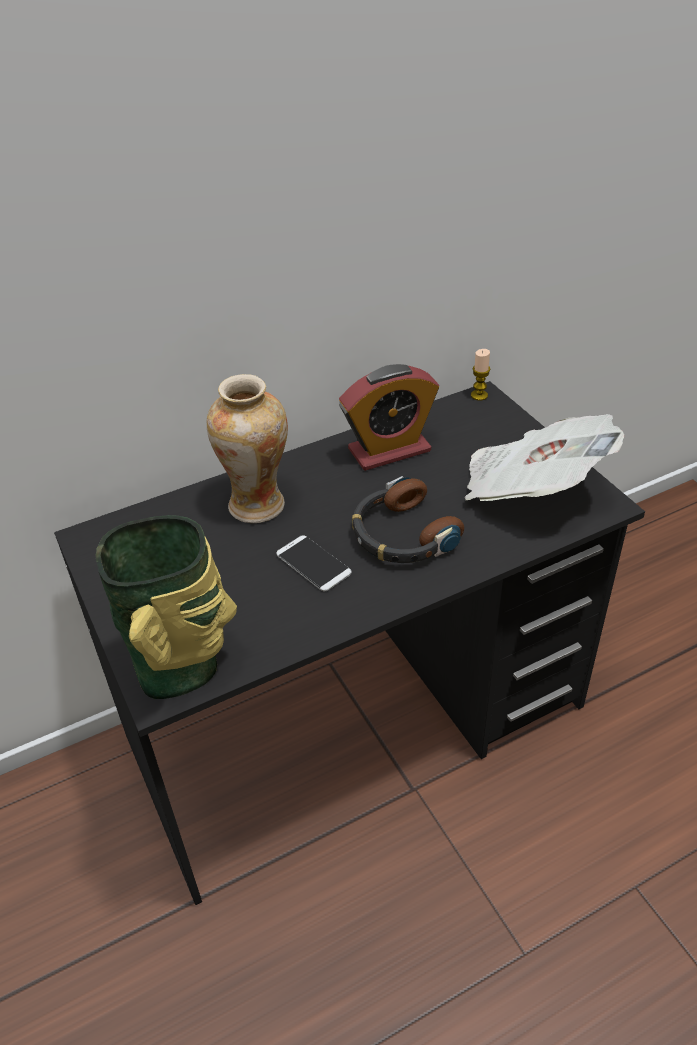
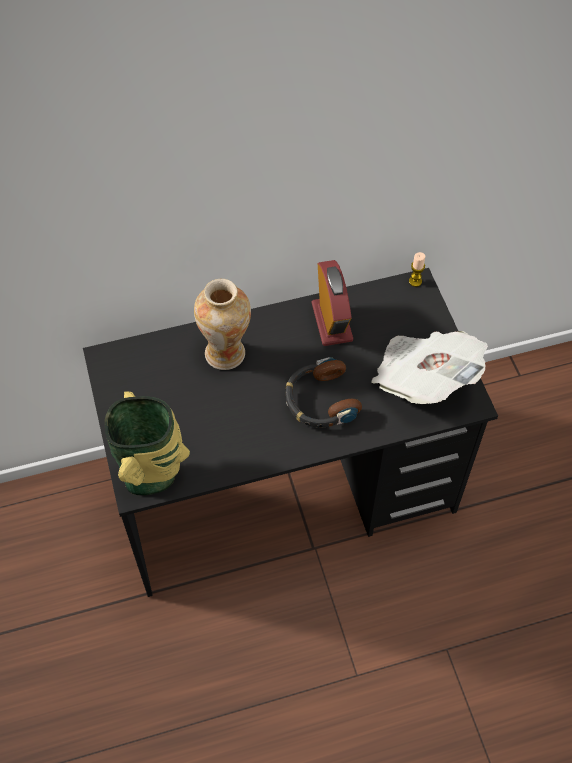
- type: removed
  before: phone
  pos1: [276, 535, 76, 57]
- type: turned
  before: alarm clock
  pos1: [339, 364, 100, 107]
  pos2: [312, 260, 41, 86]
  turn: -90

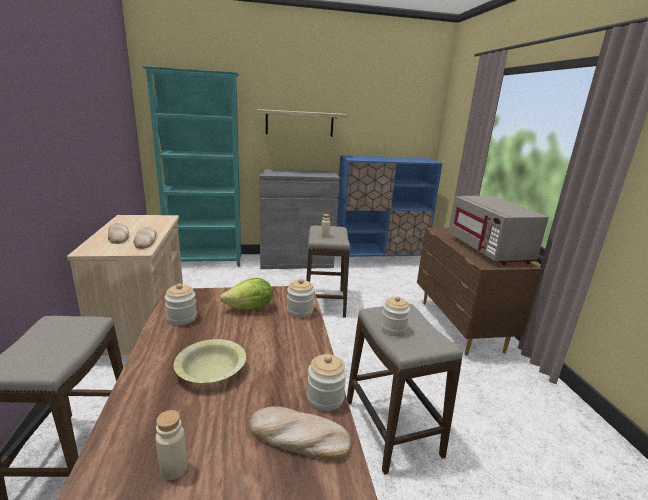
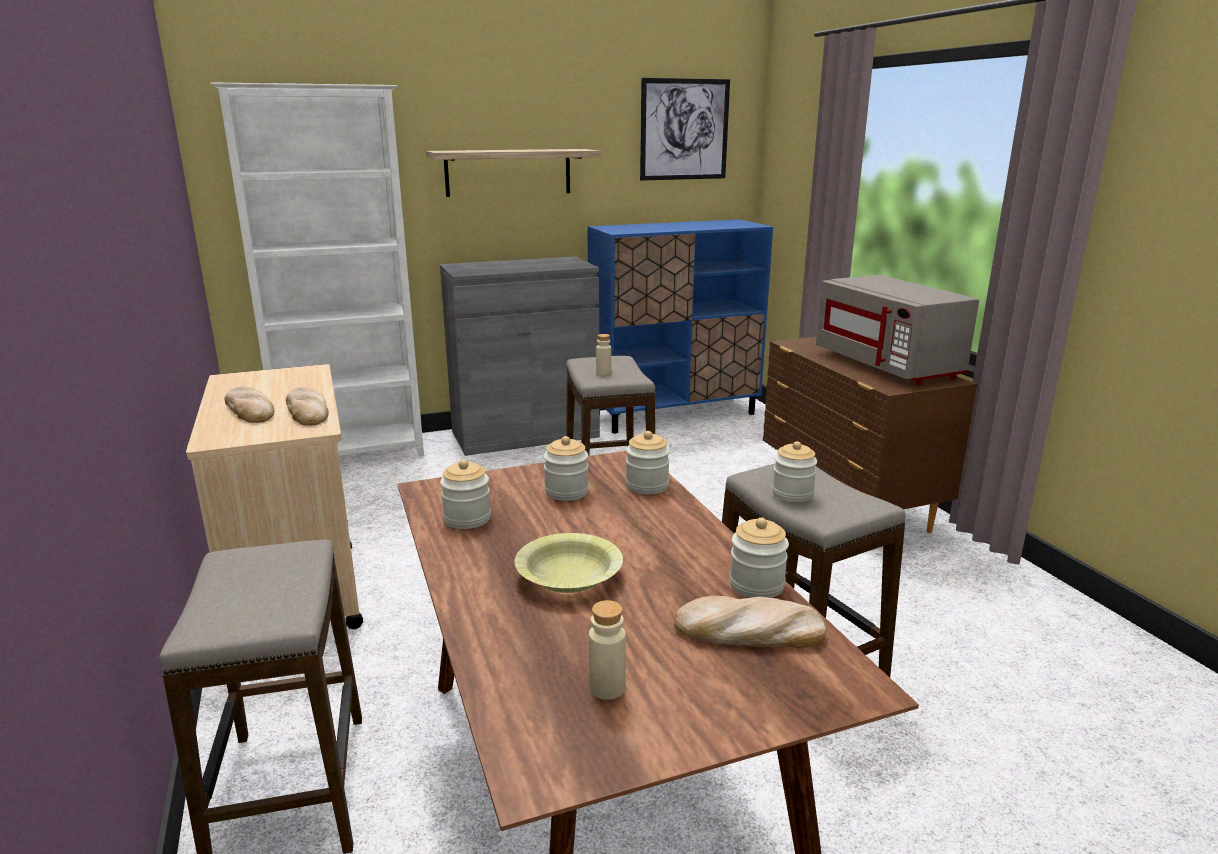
- type: recoloured
  before: bookcase in turquoise
  after: bookcase in white
  pos1: [142, 66, 99, 201]
  pos2: [210, 82, 214, 374]
- type: replaced
  before: lettuce
  after: jar
  pos1: [220, 278, 53, 32]
  pos2: [544, 436, 45, 65]
- type: added
  after: picture
  pos2: [640, 78, 90, 102]

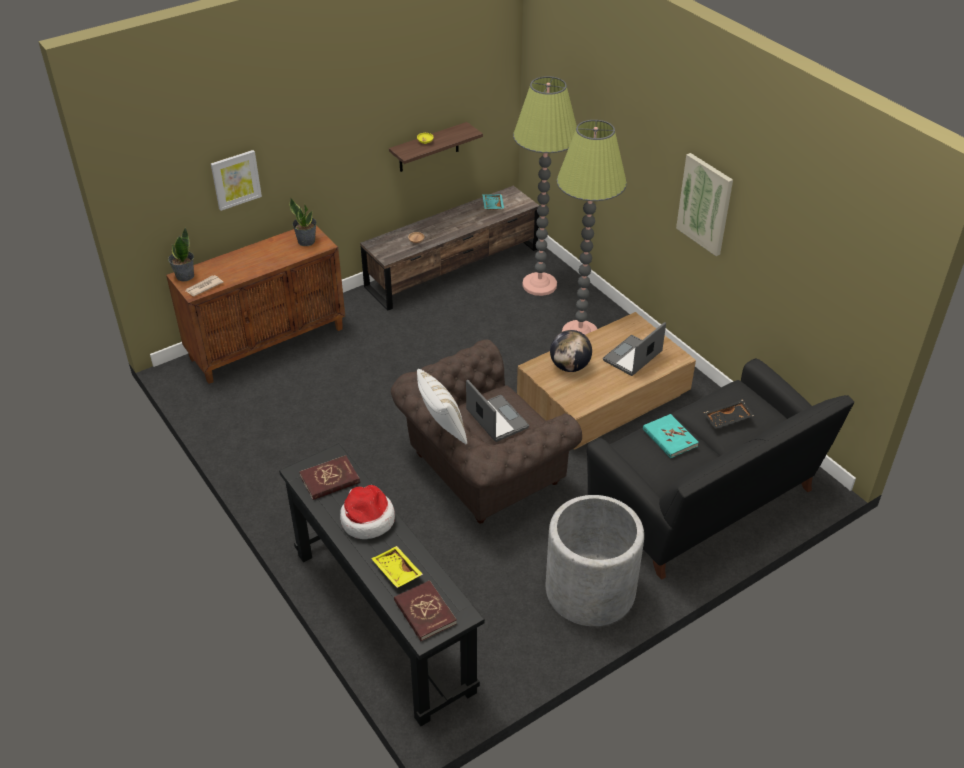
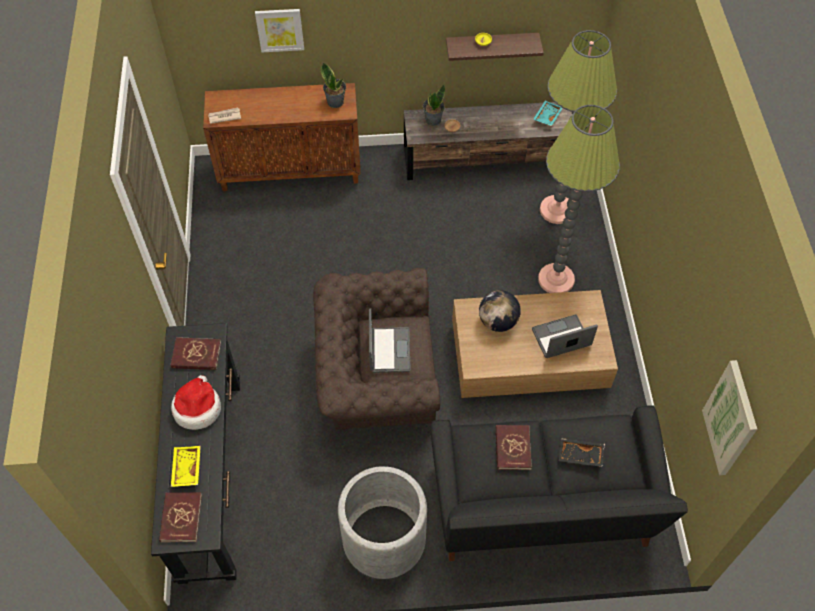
- type: moved
  before: potted plant
  pos1: [168, 227, 26, 54]
  pos2: [423, 84, 22, 42]
- type: removed
  before: pillow in white
  pos1: [417, 369, 50, 76]
- type: recoloured
  before: book in turquoise
  after: book in red
  pos1: [643, 414, 56, 44]
  pos2: [495, 425, 37, 45]
- type: moved
  before: picture
  pos1: [676, 153, 57, 103]
  pos2: [702, 360, 55, 115]

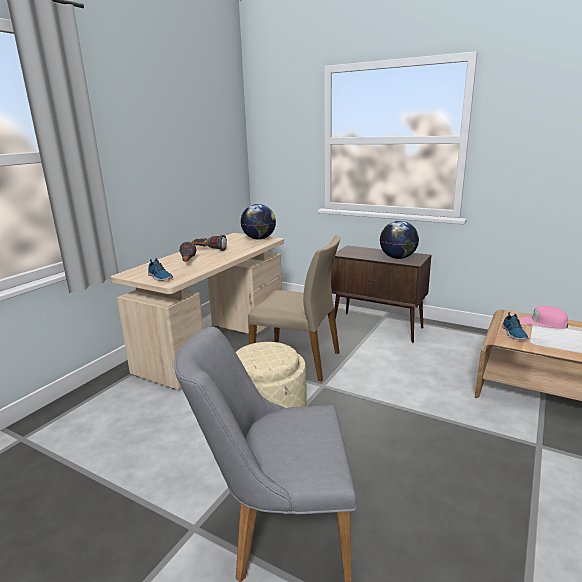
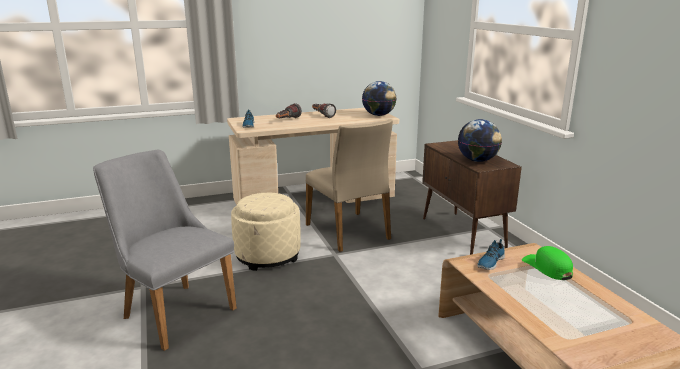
- type: recoloured
  before: cap in pink
  after: cap in green
  pos1: [520, 306, 48, 23]
  pos2: [522, 246, 51, 34]

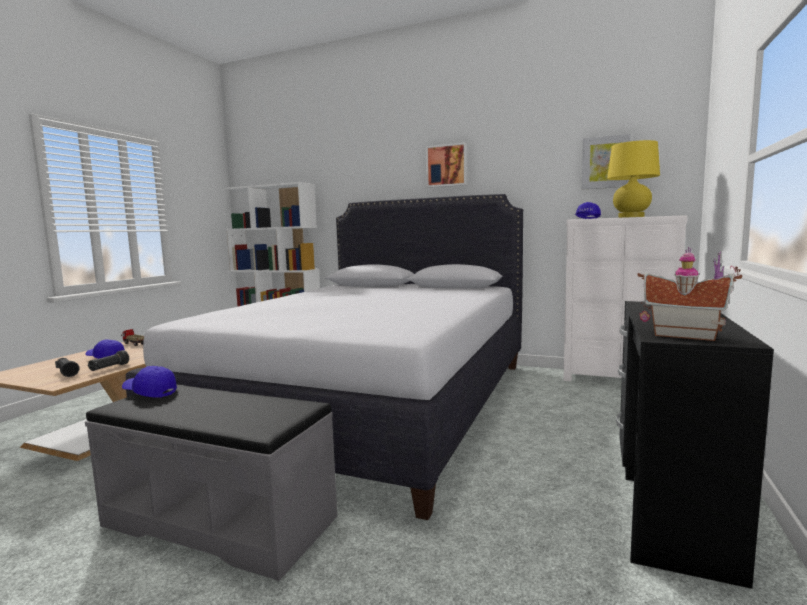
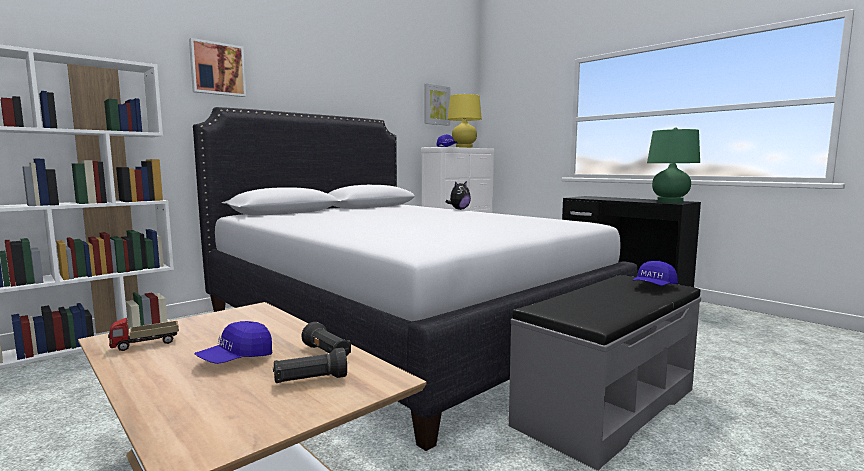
- type: moved
  before: cap in blue
  pos1: [122, 366, 55, 32]
  pos2: [632, 261, 46, 25]
- type: moved
  before: picture
  pos1: [426, 142, 41, 46]
  pos2: [189, 38, 57, 59]
- type: replaced
  before: toy house
  after: table lamp in green
  pos1: [637, 247, 105, 94]
  pos2: [647, 128, 53, 75]
- type: added
  after: plush toy
  pos2: [446, 181, 25, 29]

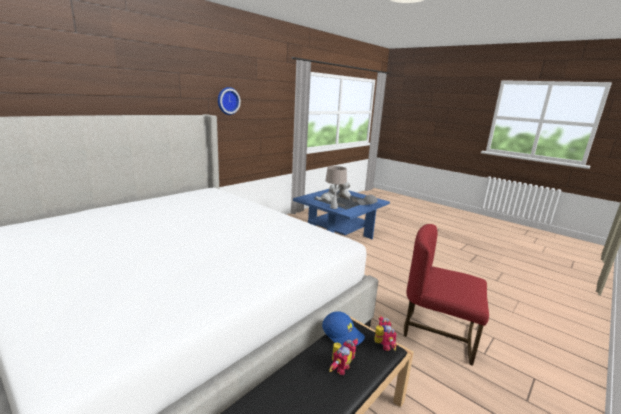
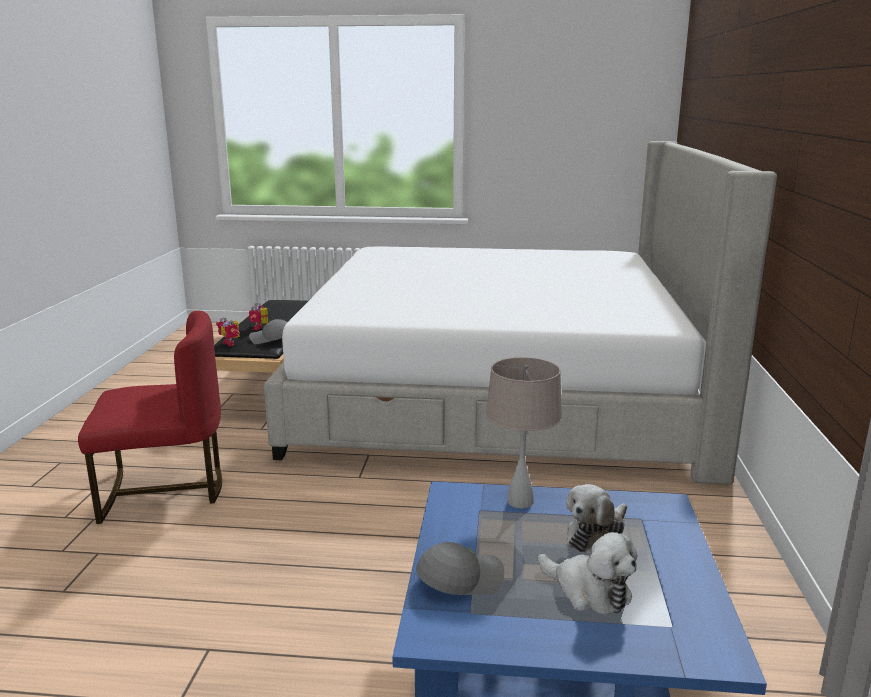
- type: removed
  before: wall clock
  pos1: [218, 87, 23, 28]
- type: recoloured
  before: cap in blue
  after: cap in grey
  pos1: [322, 311, 43, 35]
  pos2: [249, 319, 39, 25]

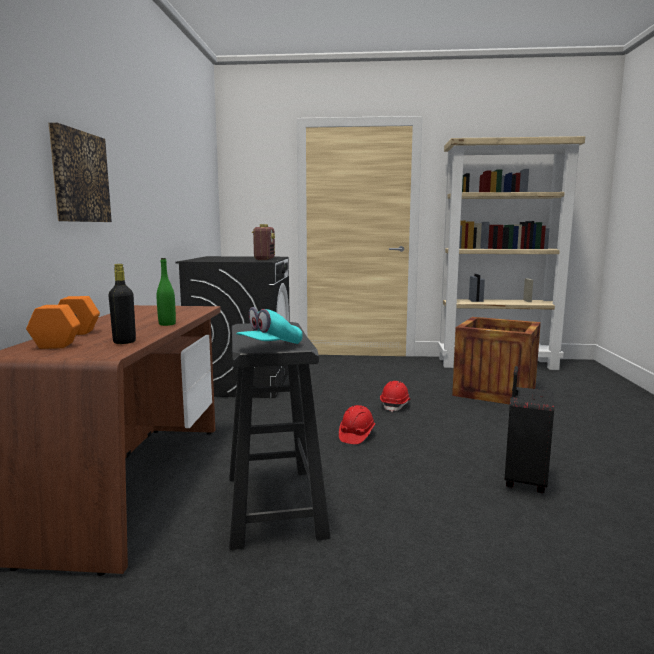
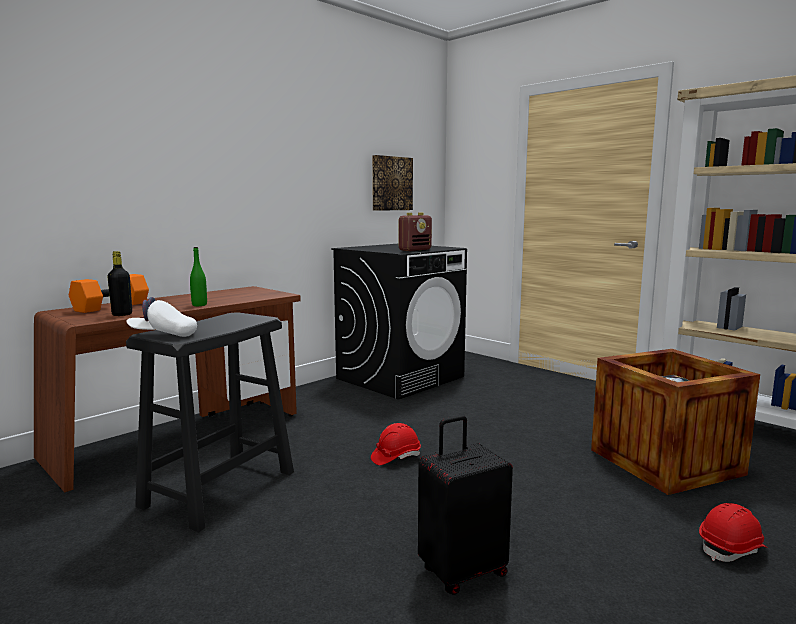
- type: moved
  before: picture
  pos1: [49, 122, 63, 100]
  pos2: [372, 155, 41, 56]
- type: recoloured
  before: cap in turquoise
  after: cap in white
  pos1: [236, 307, 67, 37]
  pos2: [127, 297, 70, 40]
- type: moved
  before: hard hat in red
  pos1: [380, 381, 30, 31]
  pos2: [699, 503, 69, 59]

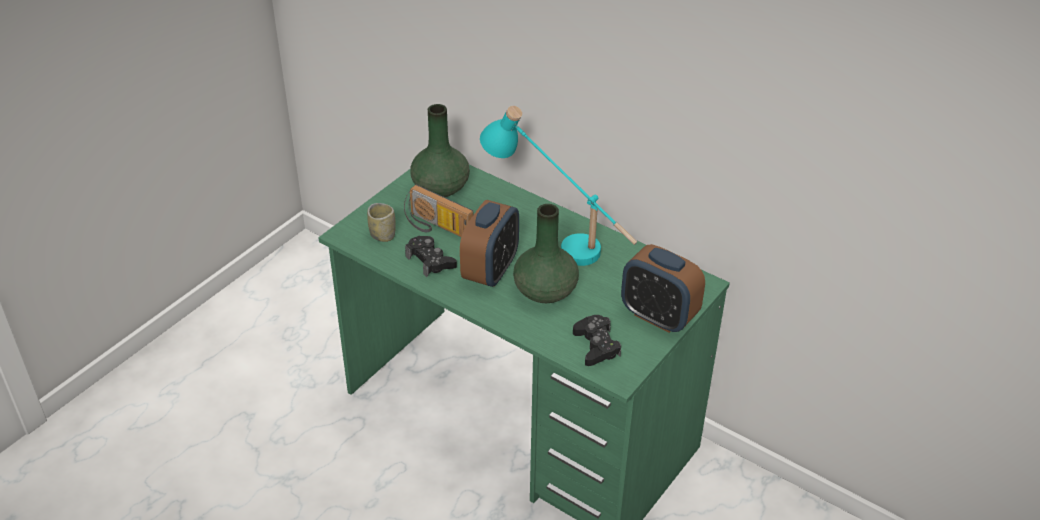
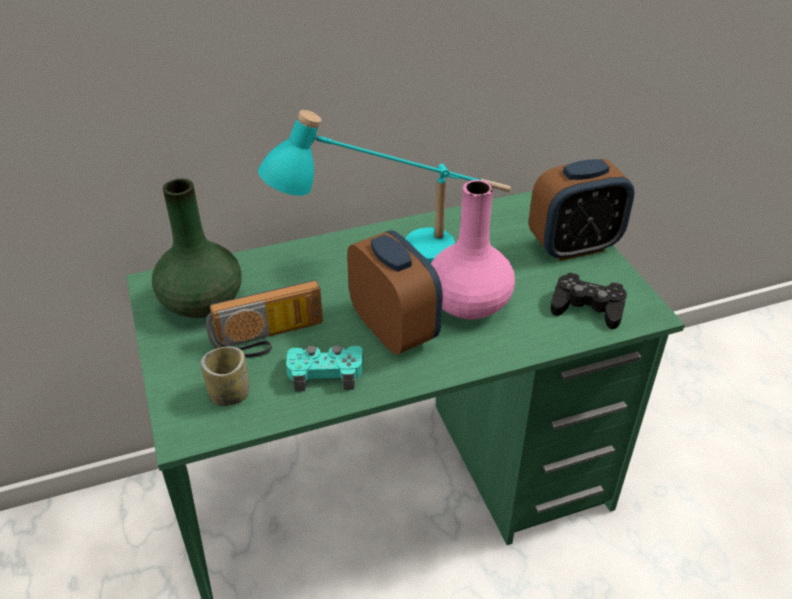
- type: recoloured
  before: game controller in black
  after: game controller in turquoise
  pos1: [405, 236, 52, 41]
  pos2: [286, 345, 77, 47]
- type: recoloured
  before: vase in green
  after: vase in pink
  pos1: [513, 204, 66, 99]
  pos2: [431, 180, 84, 139]

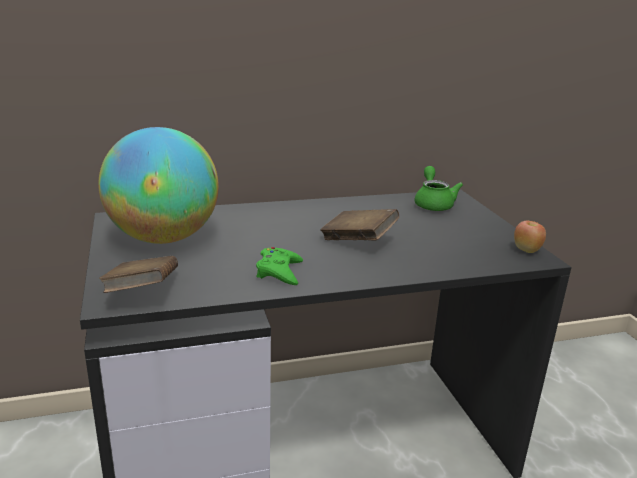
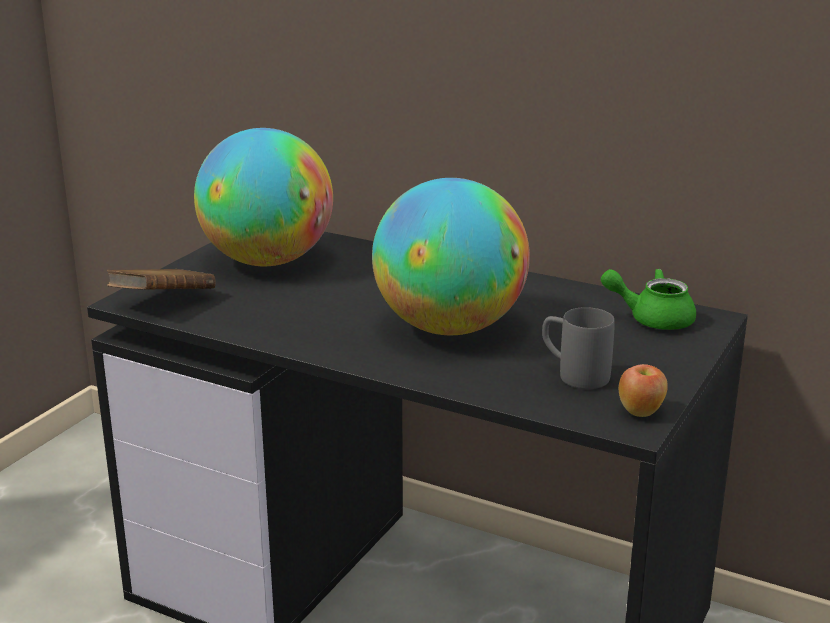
- type: removed
  before: game controller in green
  pos1: [256, 247, 47, 38]
- type: replaced
  before: book in brown
  after: globe
  pos1: [320, 209, 79, 32]
  pos2: [372, 178, 158, 157]
- type: turned
  before: teapot in green
  pos1: [415, 166, 48, 45]
  pos2: [601, 269, 95, 61]
  turn: -120
- type: added
  after: mug in grey
  pos2: [542, 307, 73, 82]

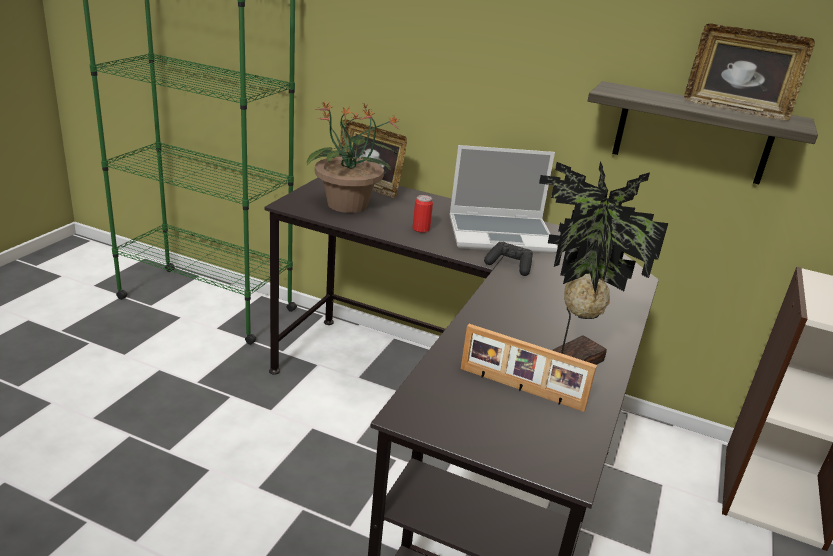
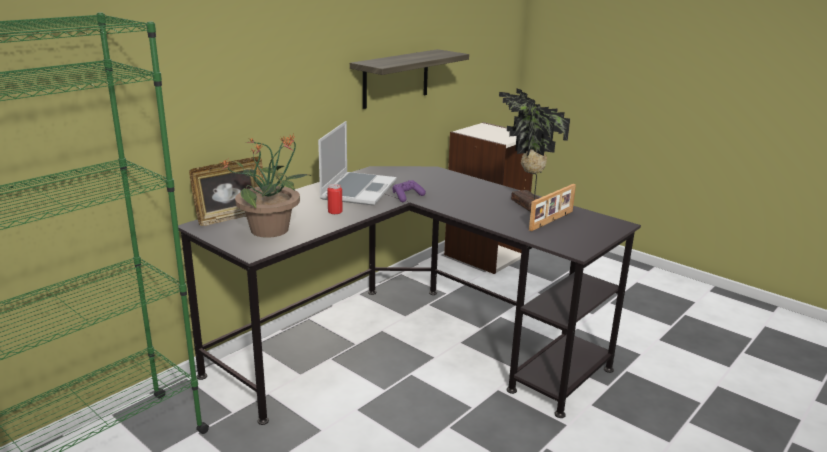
- type: recoloured
  before: game controller in black
  after: game controller in purple
  pos1: [484, 242, 49, 34]
  pos2: [393, 180, 33, 22]
- type: removed
  before: picture frame
  pos1: [684, 24, 131, 97]

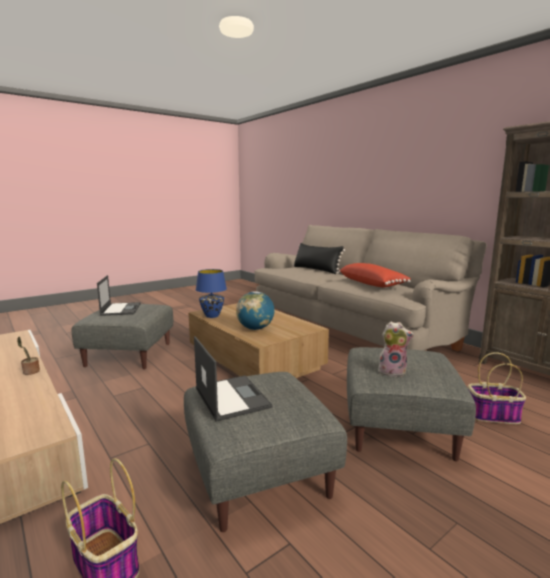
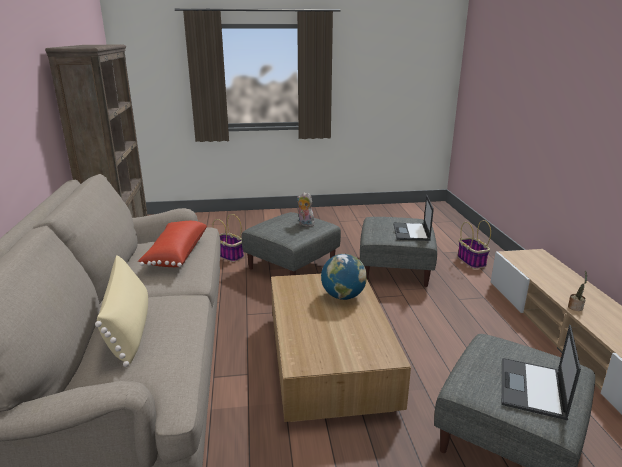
- type: removed
  before: table lamp in blue
  pos1: [196, 269, 31, 49]
- type: recoloured
  before: pillow in black
  after: pillow in beige
  pos1: [293, 243, 52, 31]
  pos2: [95, 255, 53, 112]

